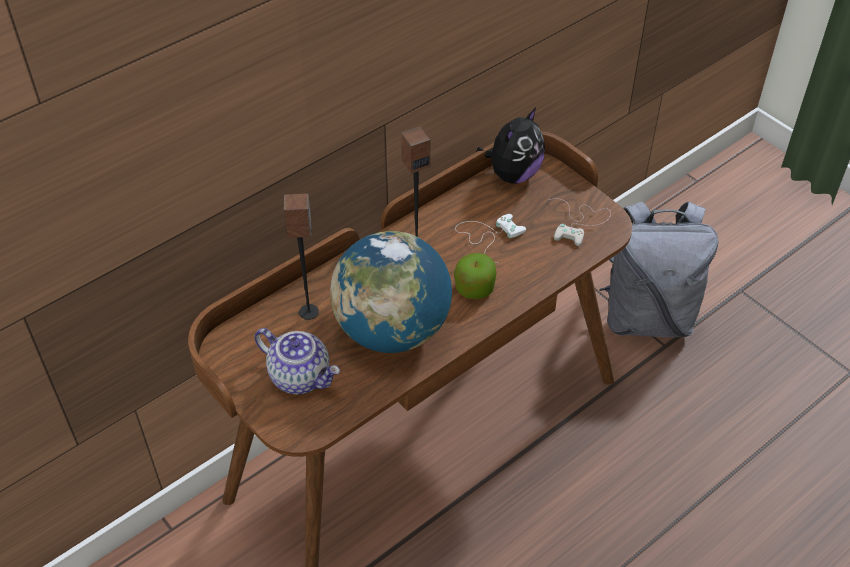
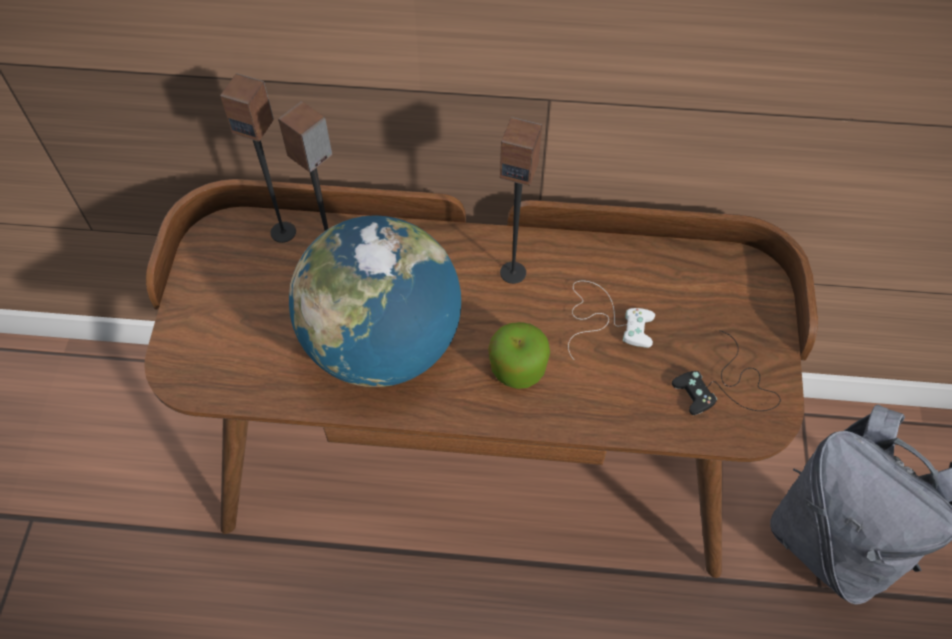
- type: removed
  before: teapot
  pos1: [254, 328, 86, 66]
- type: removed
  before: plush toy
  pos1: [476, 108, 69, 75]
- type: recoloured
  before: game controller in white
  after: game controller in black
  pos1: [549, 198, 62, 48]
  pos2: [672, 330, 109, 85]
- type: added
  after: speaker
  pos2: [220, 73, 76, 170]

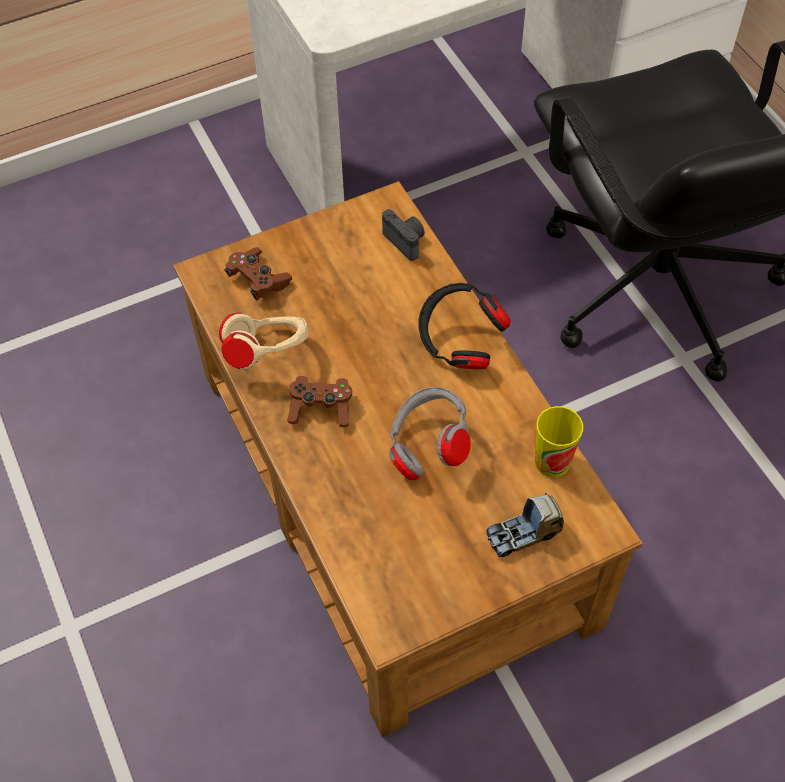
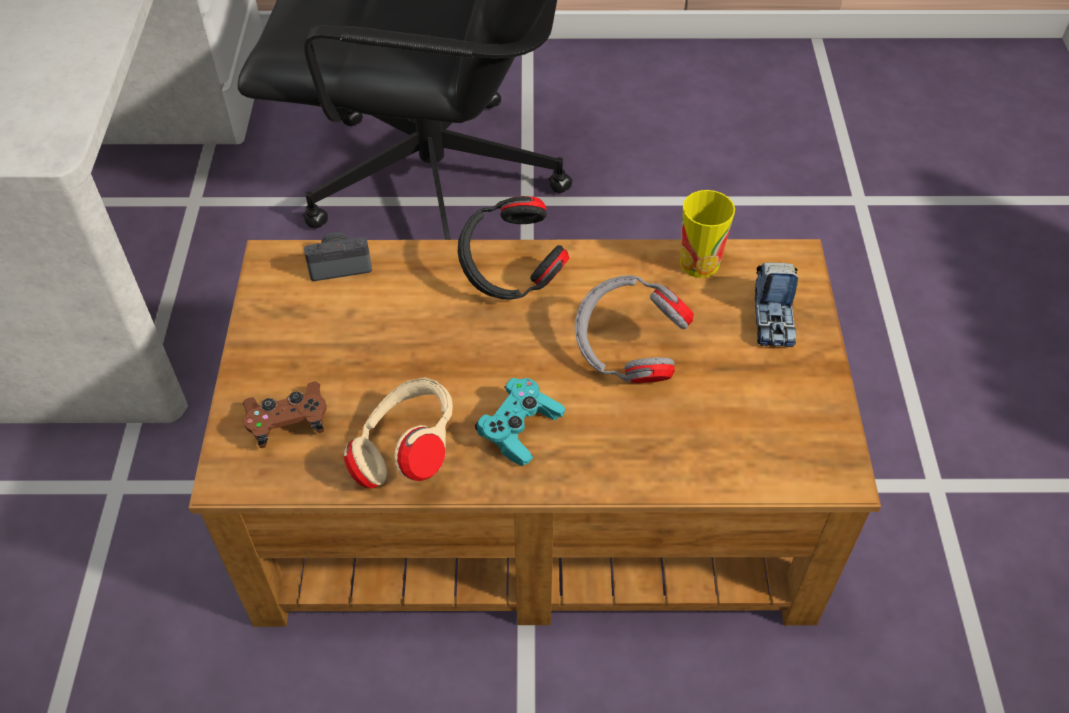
- type: recoloured
  before: game controller in brown
  after: game controller in turquoise
  pos1: [287, 376, 65, 51]
  pos2: [475, 378, 90, 88]

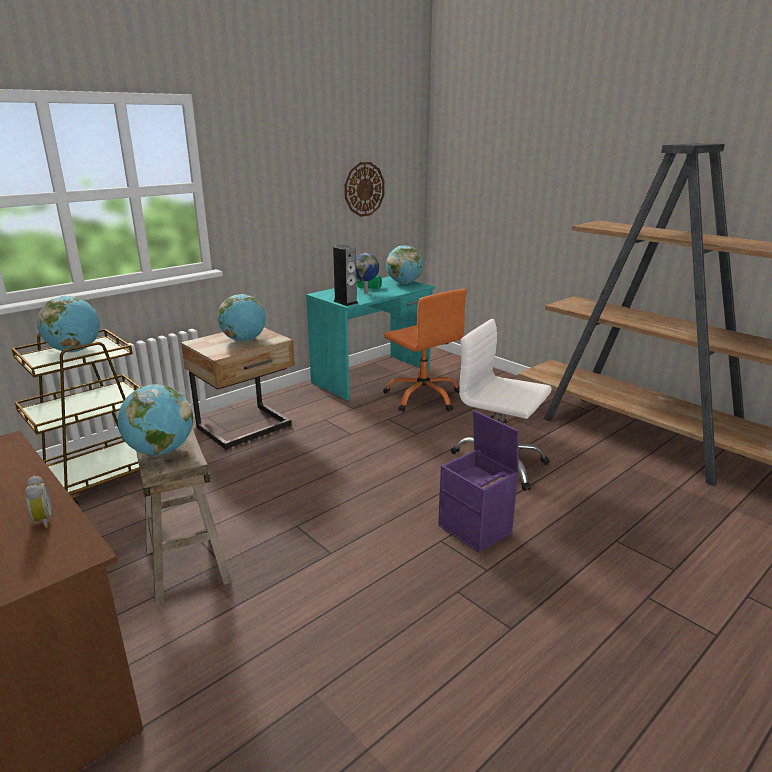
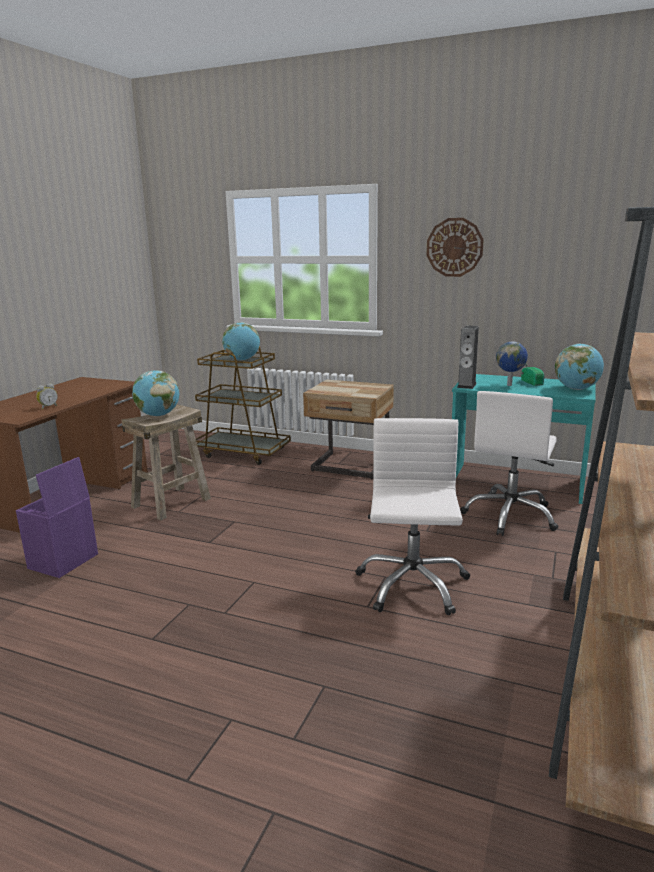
- type: removed
  before: globe
  pos1: [218, 294, 48, 48]
- type: moved
  before: wall clock
  pos1: [345, 162, 39, 55]
  pos2: [426, 218, 58, 59]
- type: recoloured
  before: office chair in orange
  after: office chair in white
  pos1: [383, 289, 84, 123]
  pos2: [460, 391, 99, 145]
- type: moved
  before: storage box in purple
  pos1: [438, 410, 80, 143]
  pos2: [16, 457, 82, 121]

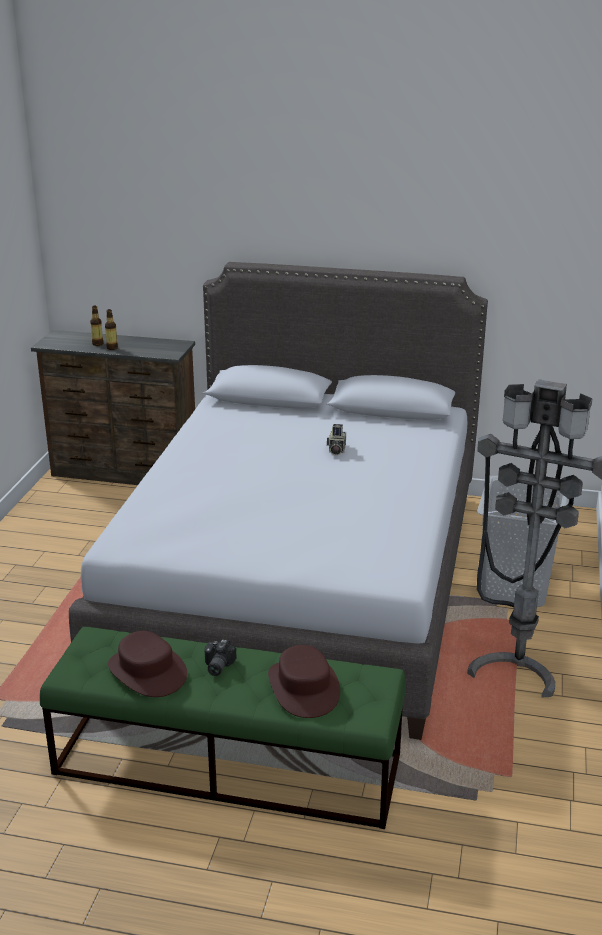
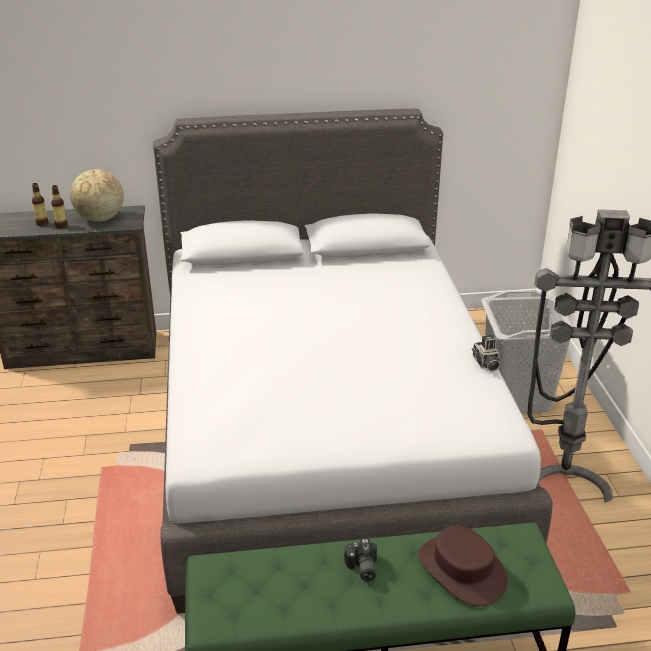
- type: removed
  before: hat in brown
  pos1: [108, 631, 79, 66]
- type: moved
  before: photo camera
  pos1: [327, 424, 19, 31]
  pos2: [472, 335, 28, 37]
- type: added
  after: globe
  pos2: [70, 169, 54, 53]

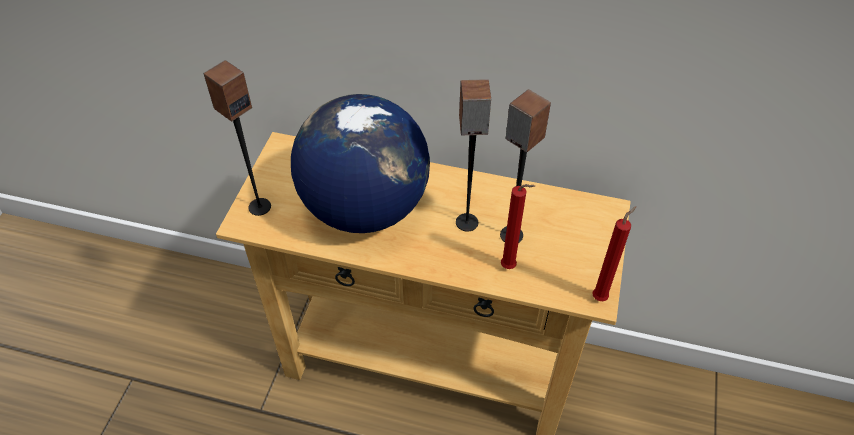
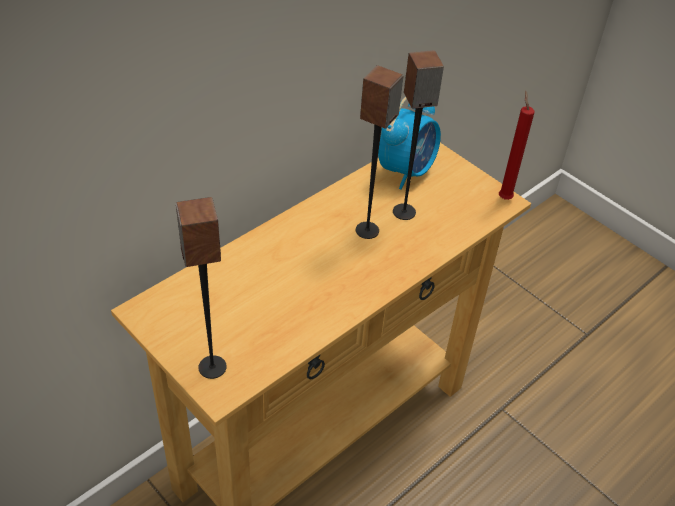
- type: removed
  before: globe
  pos1: [291, 94, 139, 139]
- type: removed
  before: candle in red
  pos1: [501, 184, 34, 85]
- type: added
  after: alarm clock
  pos2: [378, 97, 63, 93]

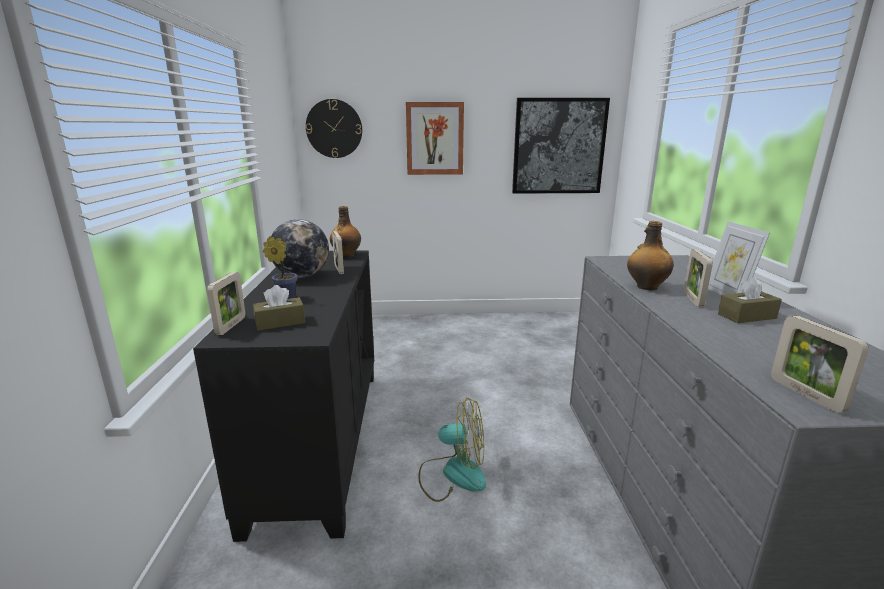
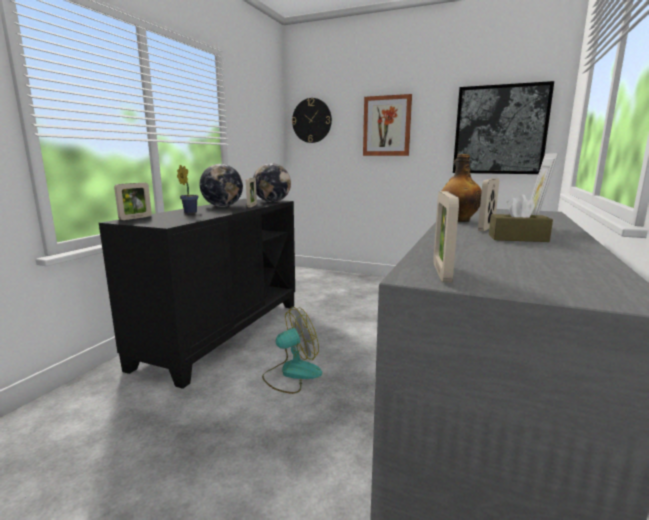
- type: removed
  before: tissue box in brown
  pos1: [253, 285, 52, 46]
- type: replaced
  before: bottle
  after: globe
  pos1: [330, 206, 31, 52]
  pos2: [253, 163, 38, 39]
- type: turned
  before: fan
  pos1: [418, 398, 68, 104]
  pos2: [262, 307, 60, 87]
  turn: -60

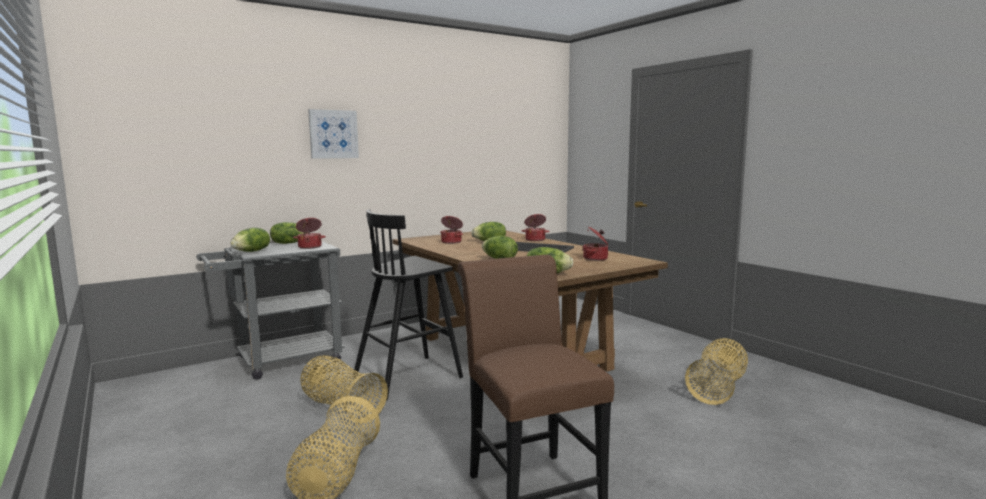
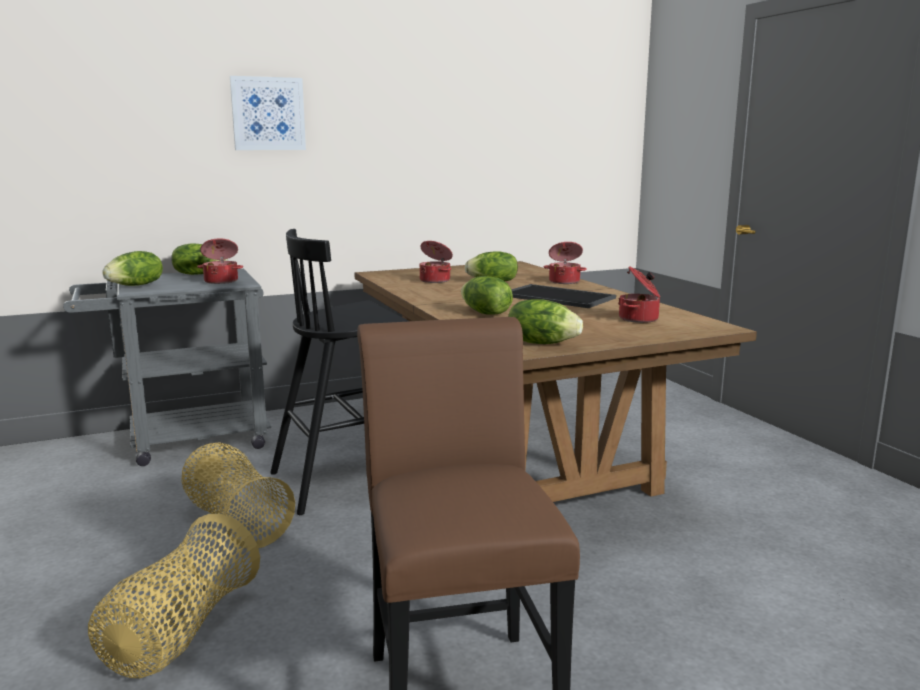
- type: removed
  before: basket
  pos1: [685, 338, 63, 67]

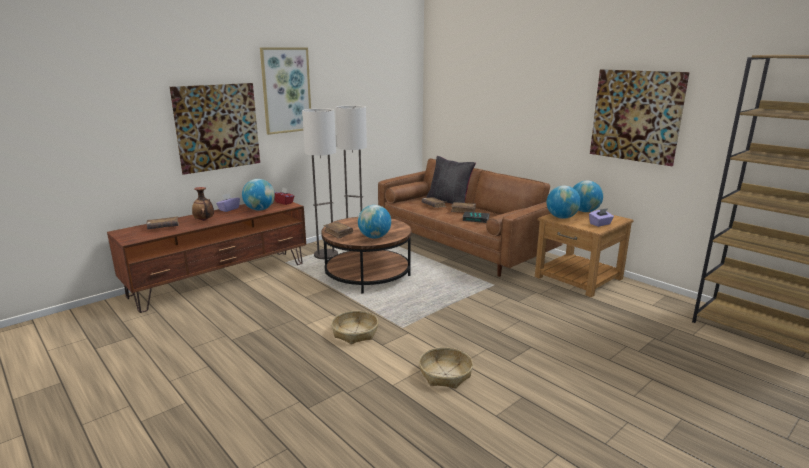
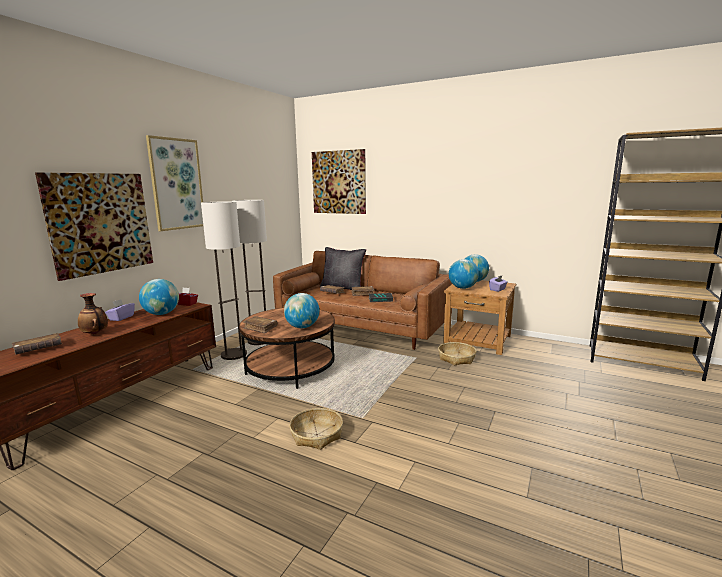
- type: moved
  before: basket
  pos1: [419, 347, 54, 42]
  pos2: [438, 342, 38, 24]
- type: moved
  before: picture
  pos1: [590, 69, 100, 97]
  pos2: [312, 149, 54, 65]

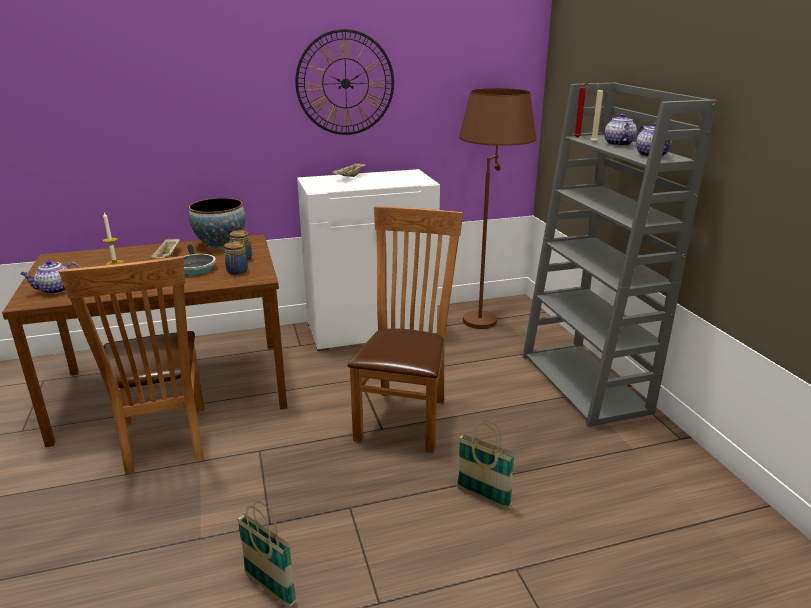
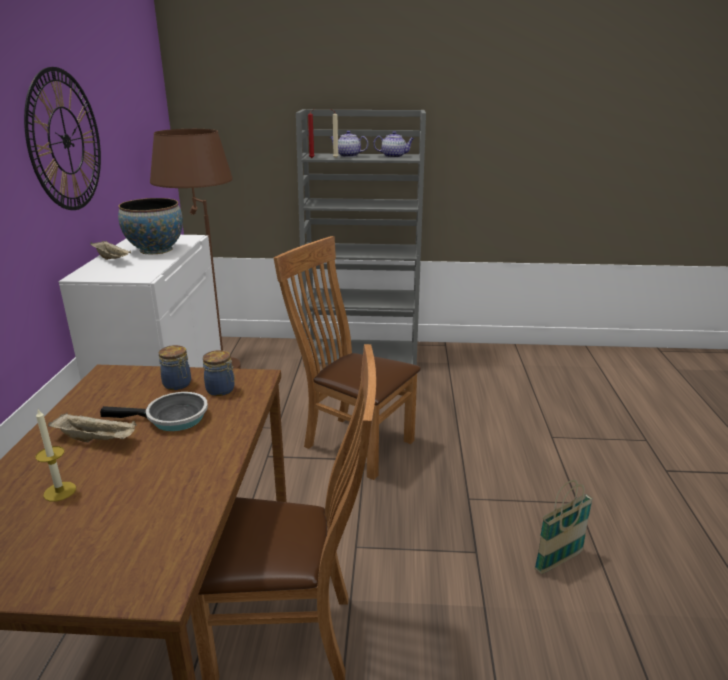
- type: removed
  before: teapot
  pos1: [20, 260, 61, 34]
- type: moved
  before: bowl
  pos1: [189, 198, 56, 51]
  pos2: [118, 198, 65, 56]
- type: removed
  before: basket
  pos1: [457, 420, 58, 90]

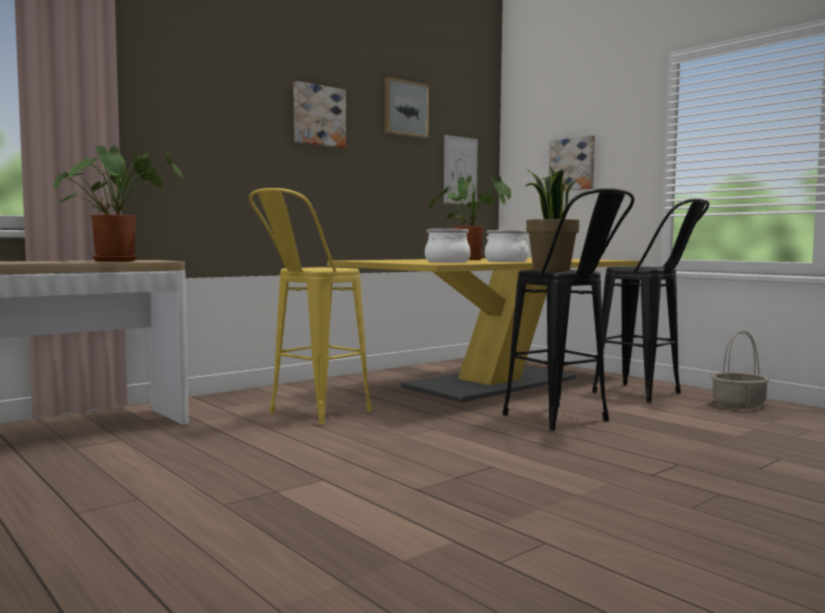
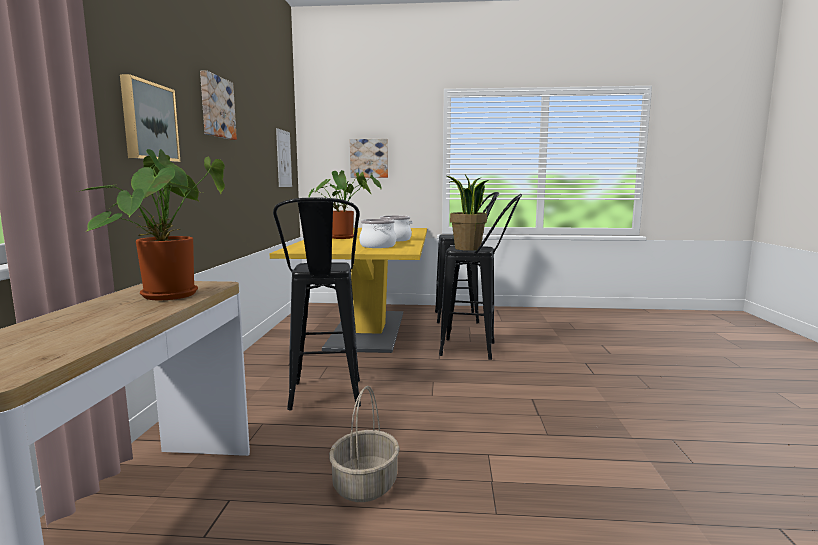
- type: recoloured
  before: stool in yellow
  after: stool in black
  pos1: [249, 188, 123, 237]
  pos2: [273, 197, 88, 213]
- type: moved
  before: picture
  pos1: [384, 77, 45, 61]
  pos2: [120, 74, 60, 88]
- type: moved
  before: basket
  pos1: [712, 331, 57, 78]
  pos2: [329, 386, 71, 116]

